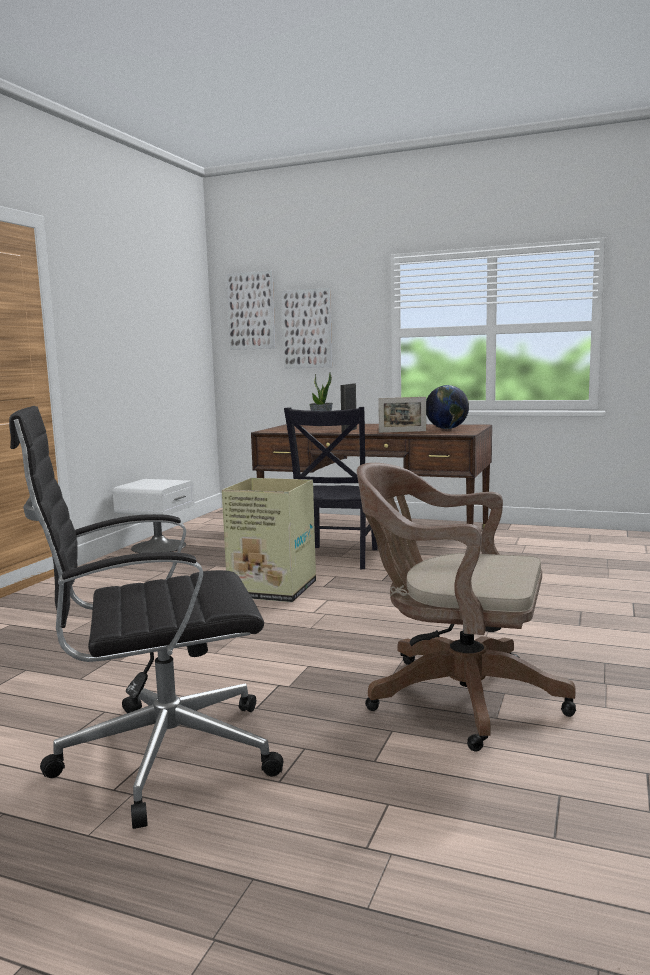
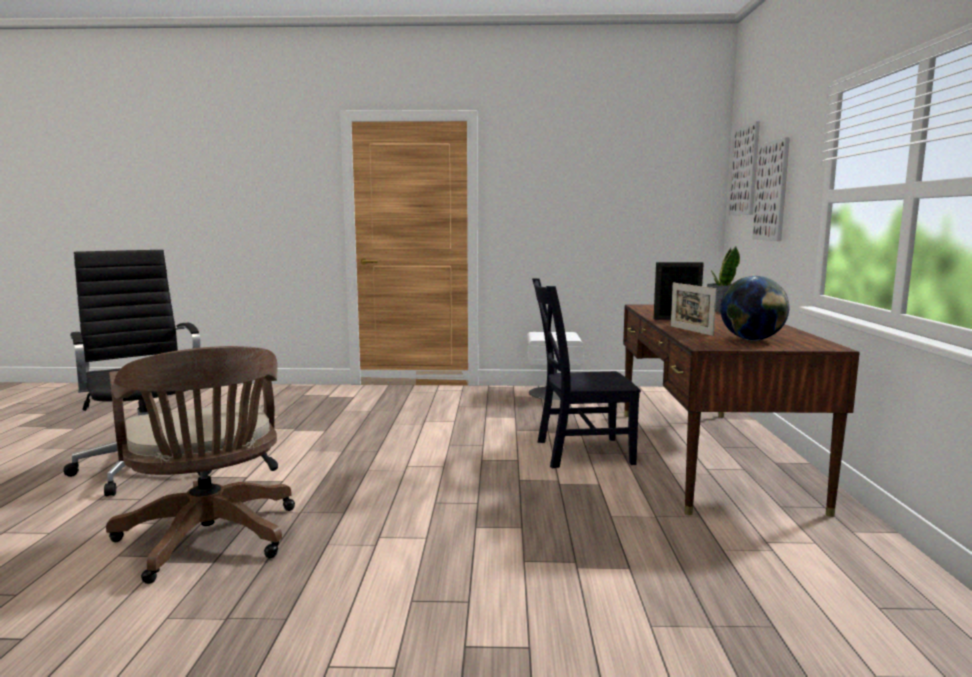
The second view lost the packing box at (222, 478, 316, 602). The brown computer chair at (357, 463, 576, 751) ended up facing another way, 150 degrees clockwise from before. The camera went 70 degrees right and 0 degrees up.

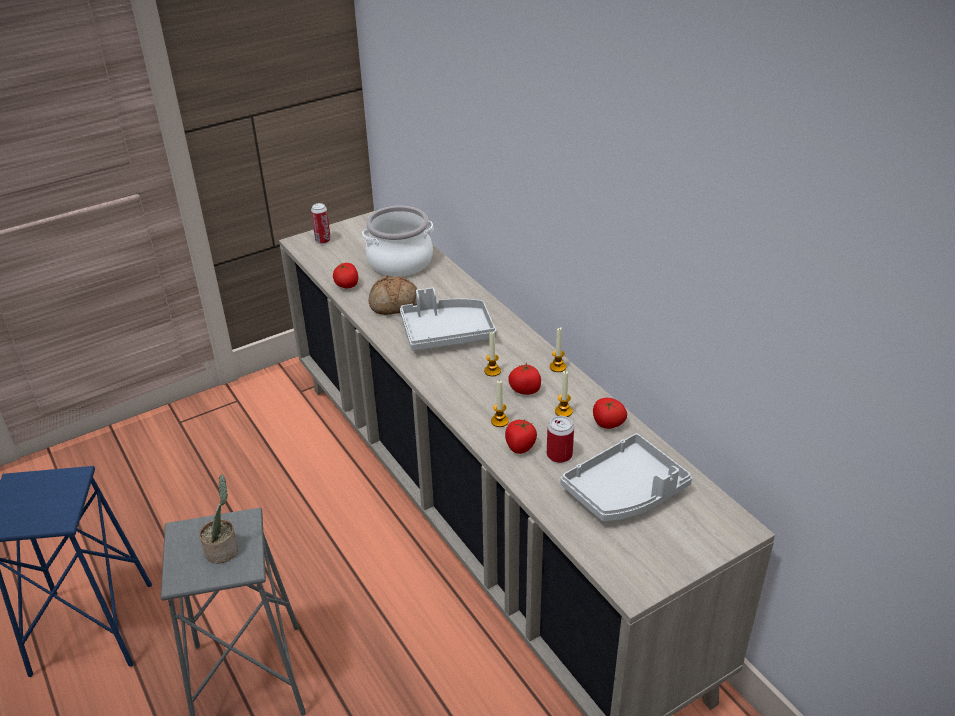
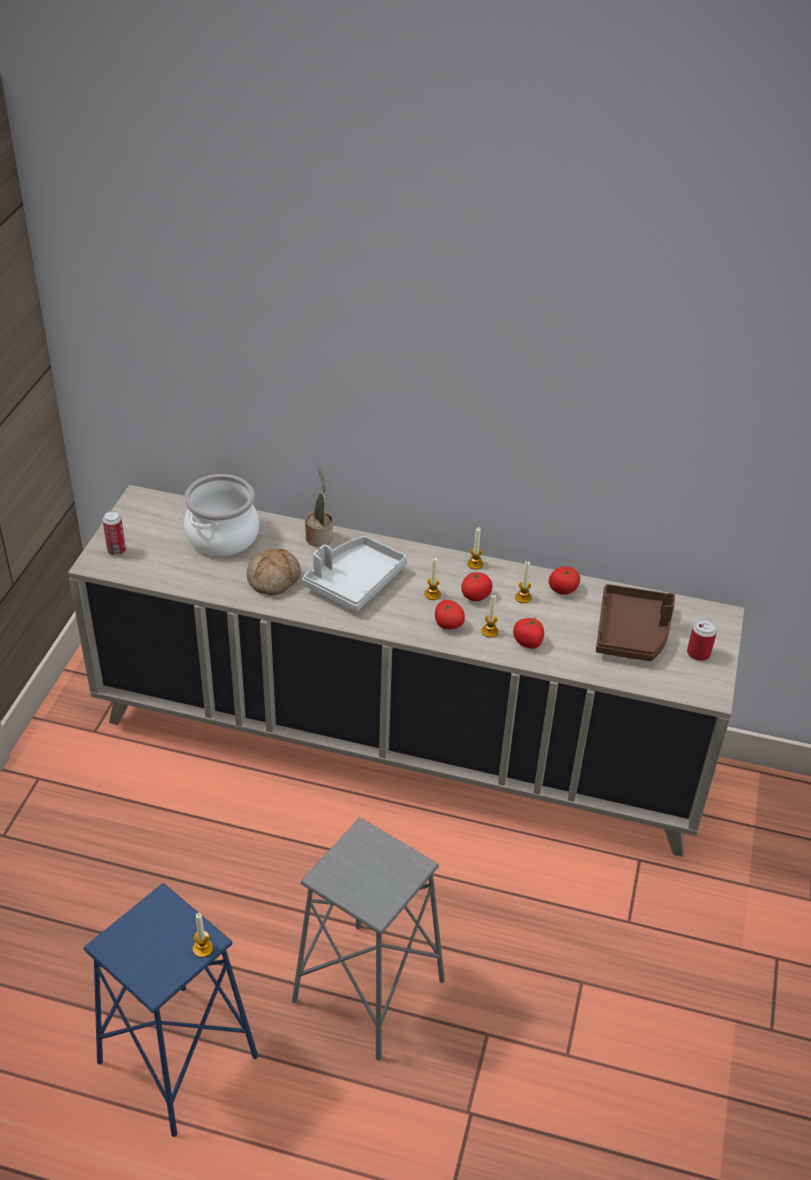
The second view gained the candle at (193, 913, 213, 958). The houseplant ended up elsewhere, having gone from (199, 474, 238, 564) to (305, 468, 333, 547). The fresh tomato ended up elsewhere, having gone from (333, 263, 358, 288) to (435, 600, 465, 629). The sealed can ended up elsewhere, having gone from (547, 416, 574, 463) to (687, 618, 717, 661). What was the gray carrying tray at (561, 433, 692, 522) turned into the brown carrying tray at (596, 584, 675, 661). The camera went 45 degrees left and 5 degrees up.

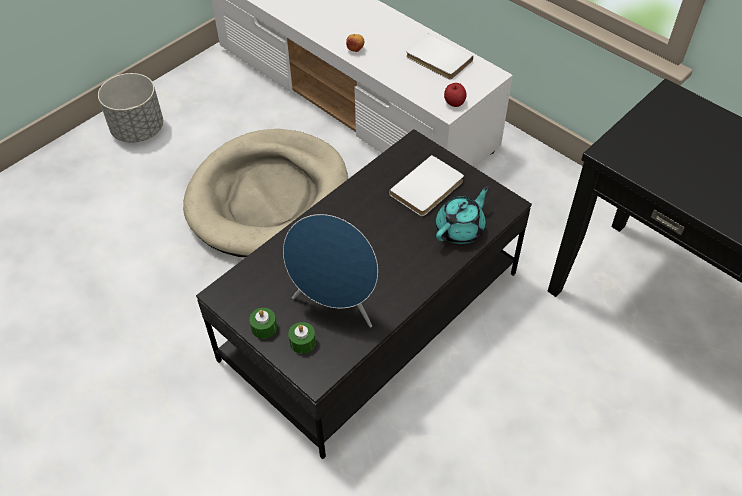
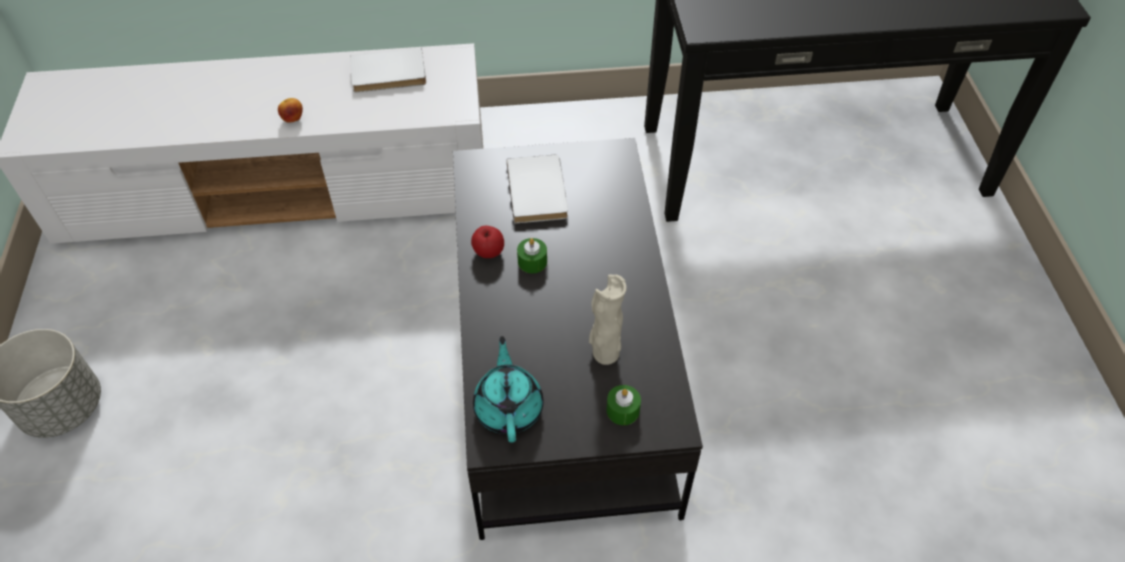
The second view lost the beige-coloured dog cushion at (183, 129, 347, 257). The greenish candle ended up elsewhere, having gone from (249, 308, 277, 339) to (517, 238, 547, 273). The blue-green tea pot ended up elsewhere, having gone from (436, 186, 489, 244) to (473, 336, 543, 442). The apple ended up elsewhere, having gone from (444, 83, 467, 107) to (471, 226, 504, 258). Where the blue audio speaker stood at (283, 214, 378, 327), the beige-coloured flower vase came to stand at (589, 275, 627, 365). The camera went 50 degrees left and 0 degrees up.

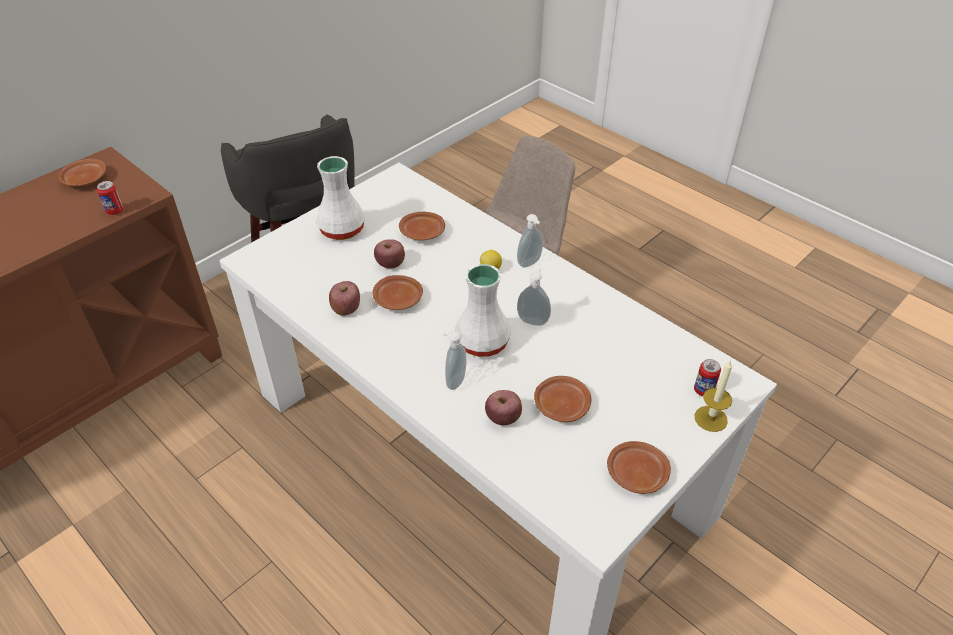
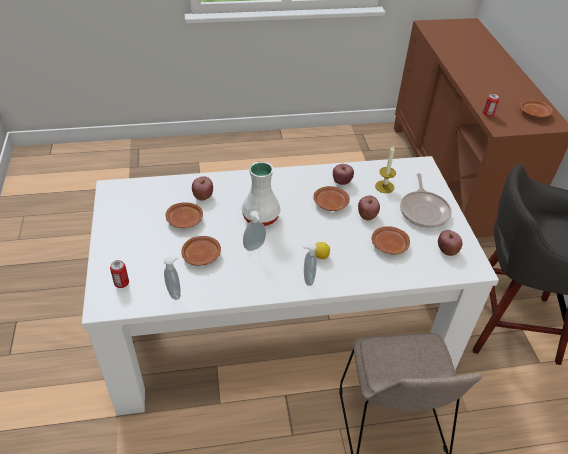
The second view gained the apple at (438, 230, 462, 256). The liquid soap bottle ended up elsewhere, having gone from (443, 331, 467, 390) to (164, 256, 181, 300). The brown flat dish ended up elsewhere, having gone from (607, 441, 671, 494) to (181, 236, 221, 266). The candle ended up elsewhere, having gone from (694, 359, 732, 432) to (375, 146, 396, 193). Where the whitish flower vase stood at (316, 156, 365, 240), the pan came to stand at (400, 173, 452, 228). The camera went 125 degrees right and 0 degrees up.

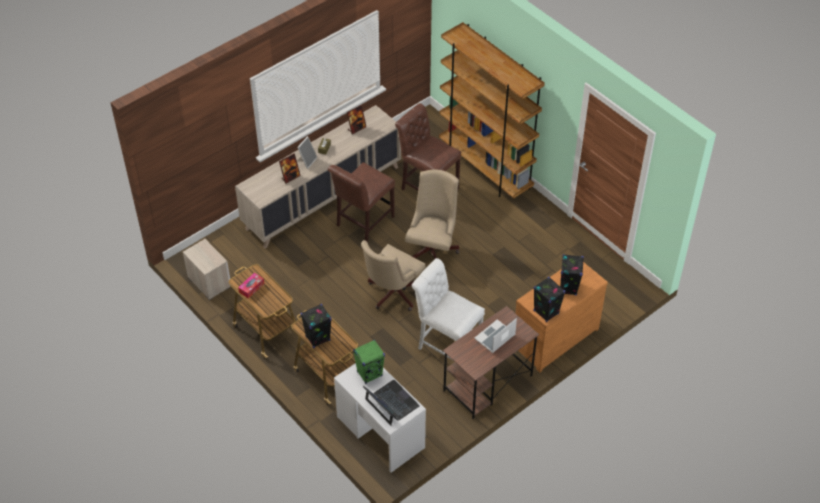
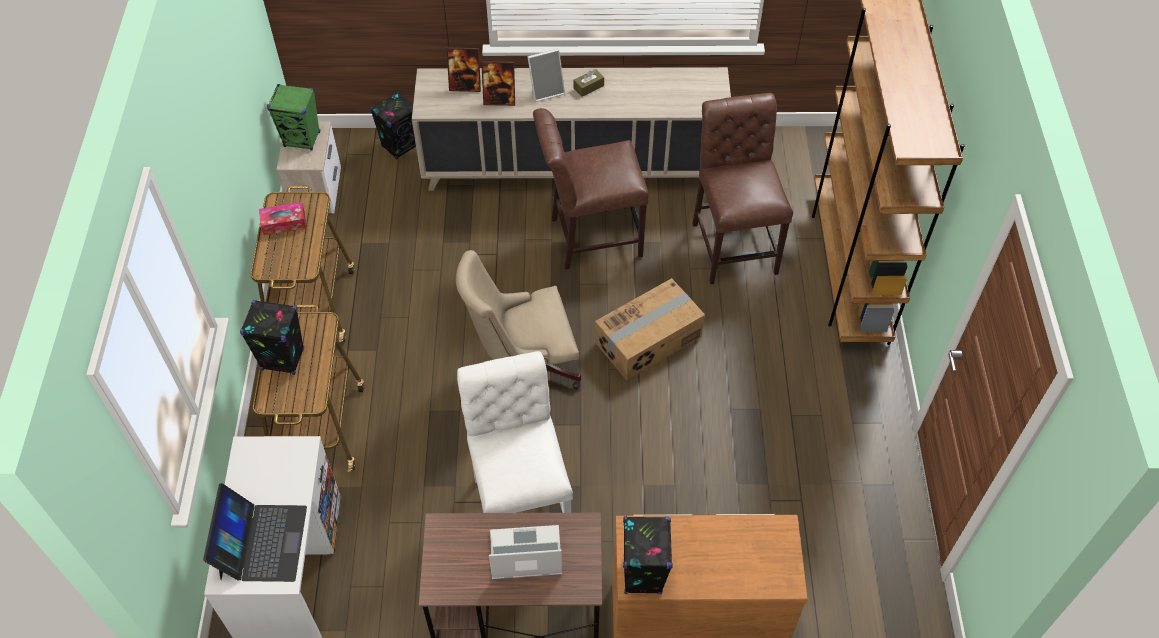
The standing frame ended up elsewhere, having gone from (347, 105, 366, 135) to (446, 47, 481, 92). The greenish audio speaker ended up elsewhere, having gone from (353, 340, 385, 384) to (267, 84, 320, 150). The black audio speaker ended up elsewhere, having gone from (560, 254, 584, 295) to (370, 91, 416, 160). Where the beige-coloured computer chair stood at (405, 170, 459, 259), the packing box came to stand at (595, 278, 705, 380). The camera went 40 degrees right and 5 degrees up.

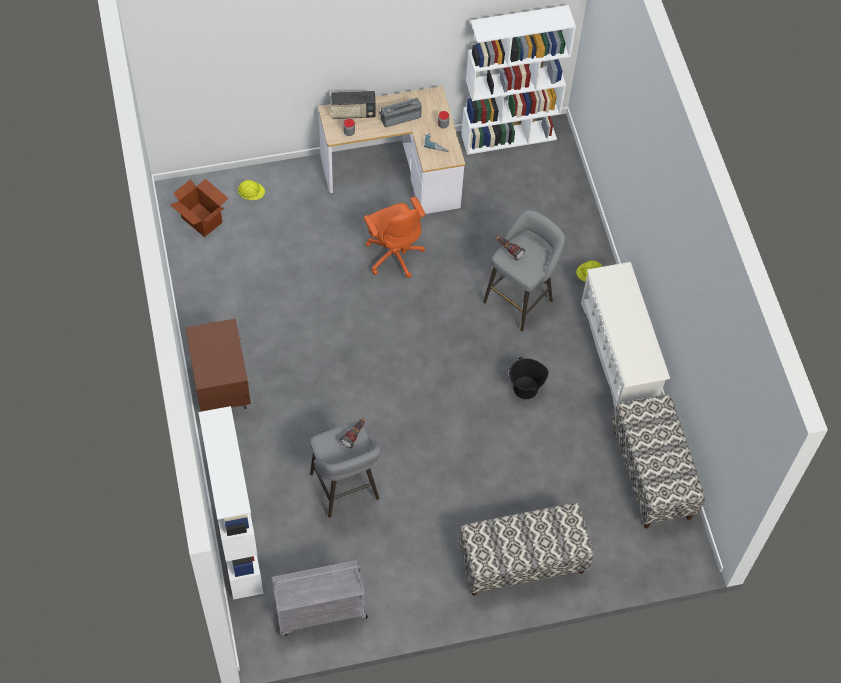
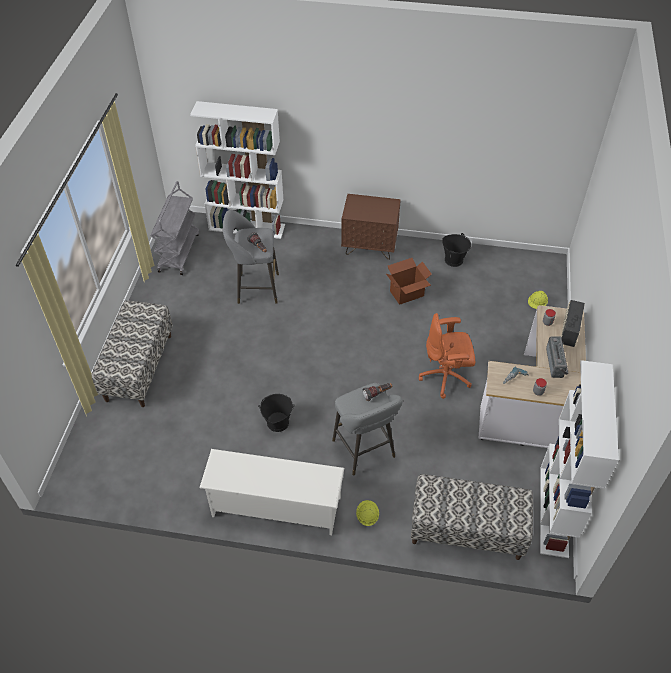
The second view gained the black pail at (442, 233, 471, 267). The packing box ended up elsewhere, having gone from (170, 179, 229, 237) to (386, 258, 432, 305). The indoor bench ended up elsewhere, having gone from (612, 394, 705, 529) to (411, 474, 533, 560). The camera went 115 degrees right and 10 degrees down.

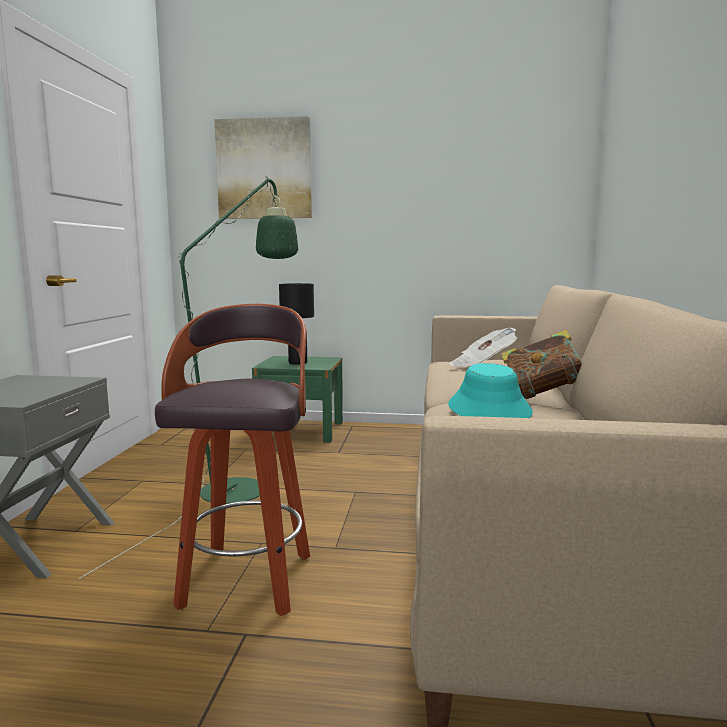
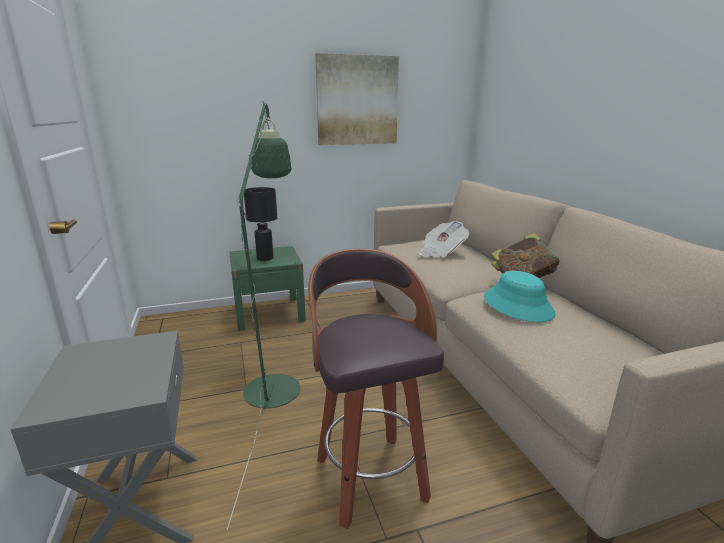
The wall picture ended up elsewhere, having gone from (215, 116, 312, 219) to (315, 53, 399, 145). The camera went 25 degrees left and 10 degrees up.

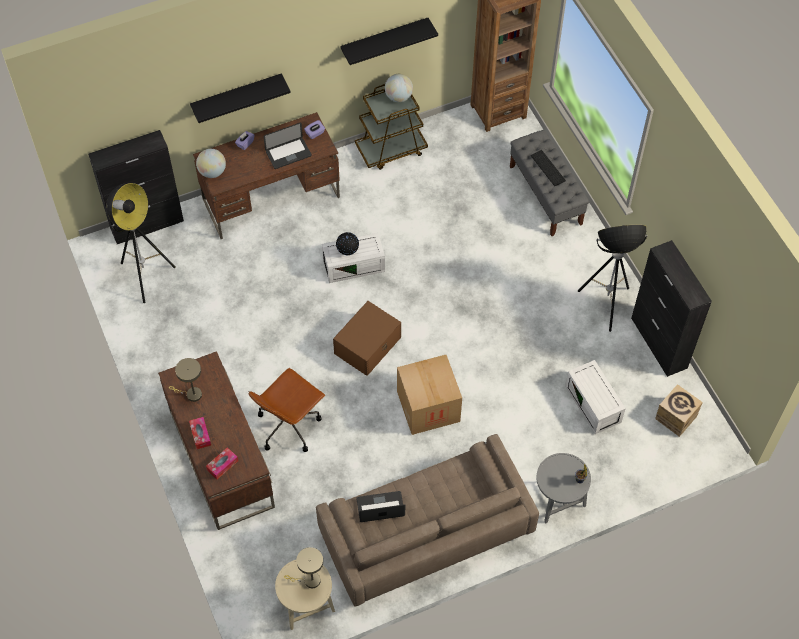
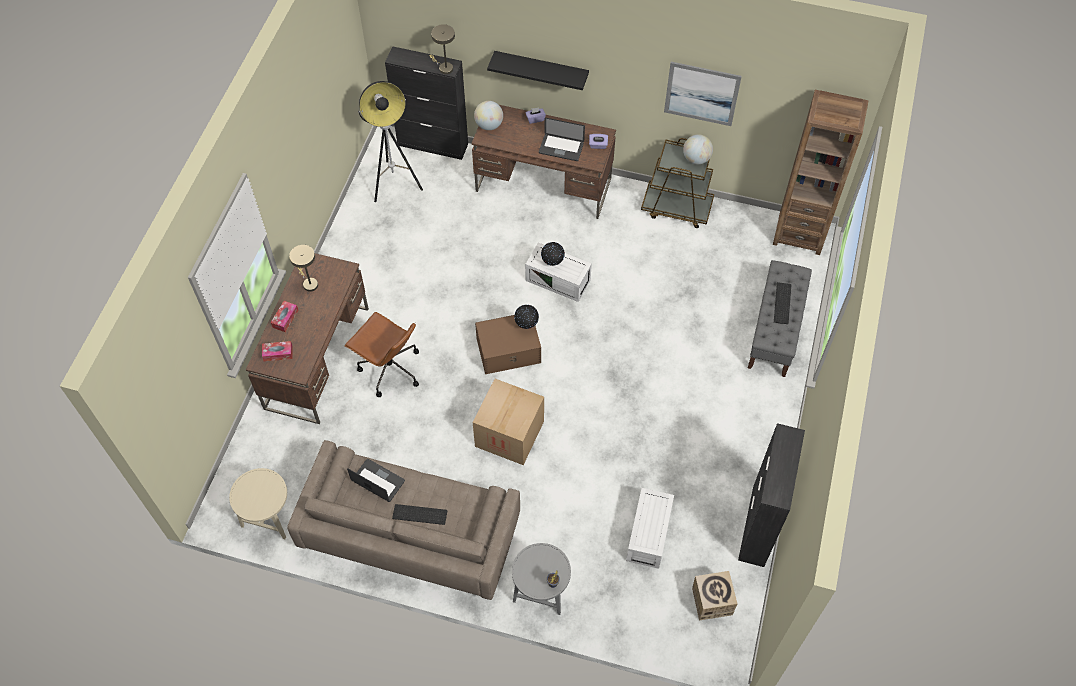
The second view lost the standard lamp at (578, 225, 647, 332). The second view gained the computer keyboard at (392, 504, 447, 525). The second view gained the globe at (514, 305, 539, 329). The beige-coloured lamp for a table ended up elsewhere, having gone from (284, 547, 323, 588) to (429, 24, 455, 74). Where the black wall shelf hung at (340, 18, 438, 65), the wall picture came to hang at (664, 62, 742, 126). The brown computer chair at (249, 368, 325, 452) ended up facing another way, 135 degrees counterclockwise from before. The camera went 40 degrees right and 0 degrees up.

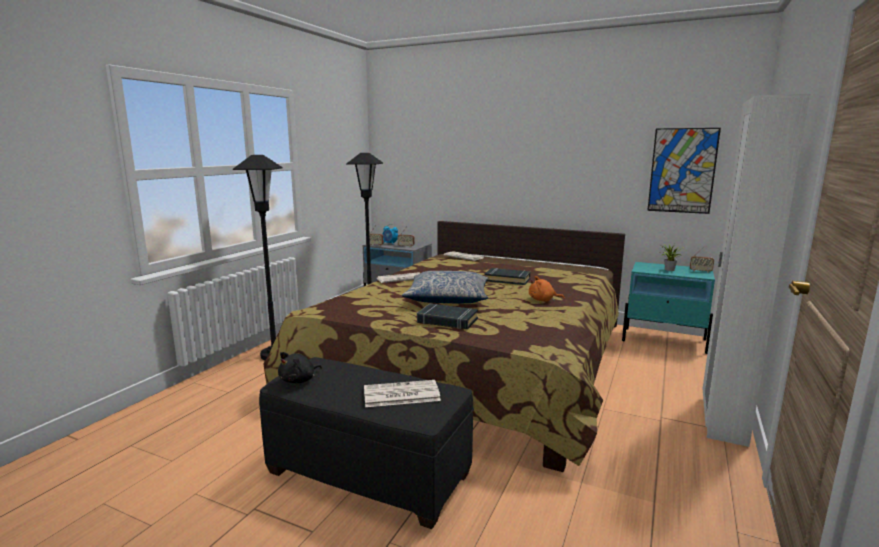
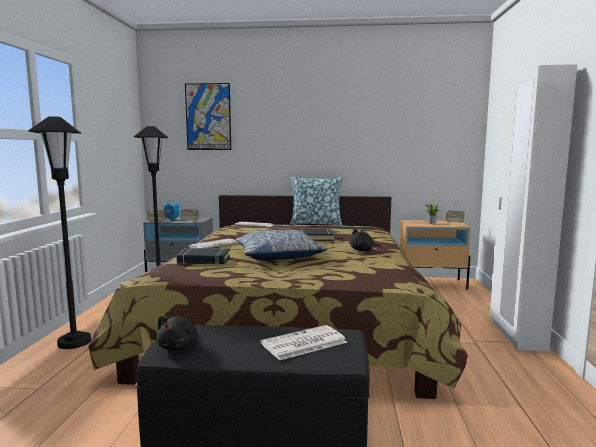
The second view gained the throw pillow at (290, 177, 343, 226). The black volume ended up elsewhere, having gone from (417, 304, 478, 329) to (176, 248, 230, 264). The wall picture ended up elsewhere, having gone from (647, 128, 721, 214) to (185, 83, 231, 150). What was the orangey plush toy at (529, 276, 565, 301) turned into the black plush toy at (350, 229, 381, 251). What was the blue-green bedside table at (622, 262, 715, 354) turned into the beige-coloured bedside table at (399, 220, 471, 290). The camera went 20 degrees left and 5 degrees down.

